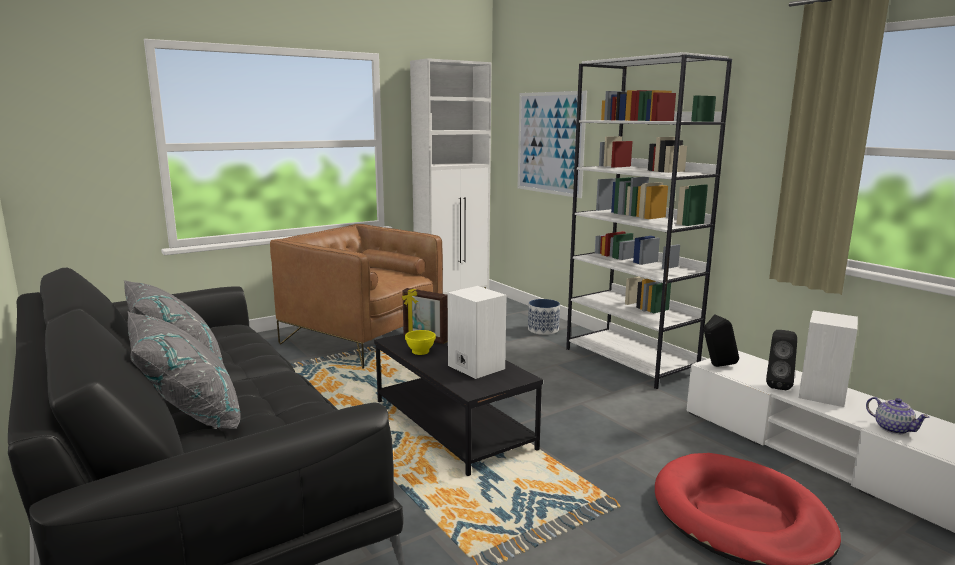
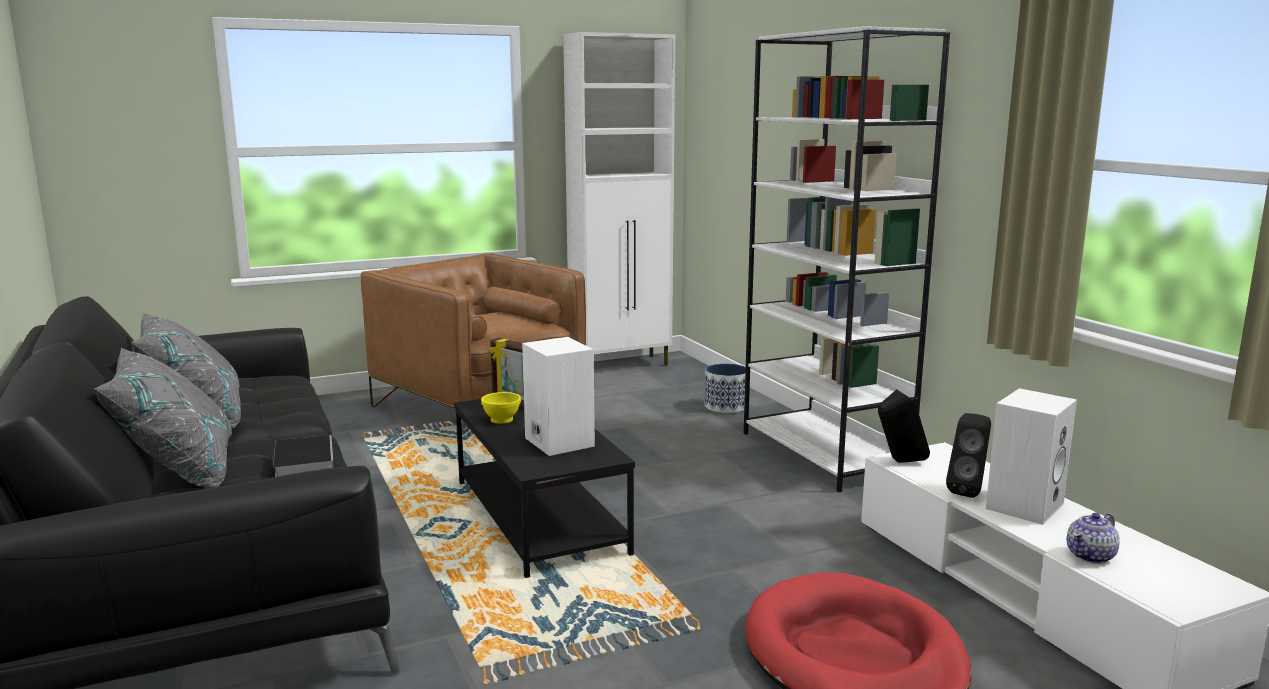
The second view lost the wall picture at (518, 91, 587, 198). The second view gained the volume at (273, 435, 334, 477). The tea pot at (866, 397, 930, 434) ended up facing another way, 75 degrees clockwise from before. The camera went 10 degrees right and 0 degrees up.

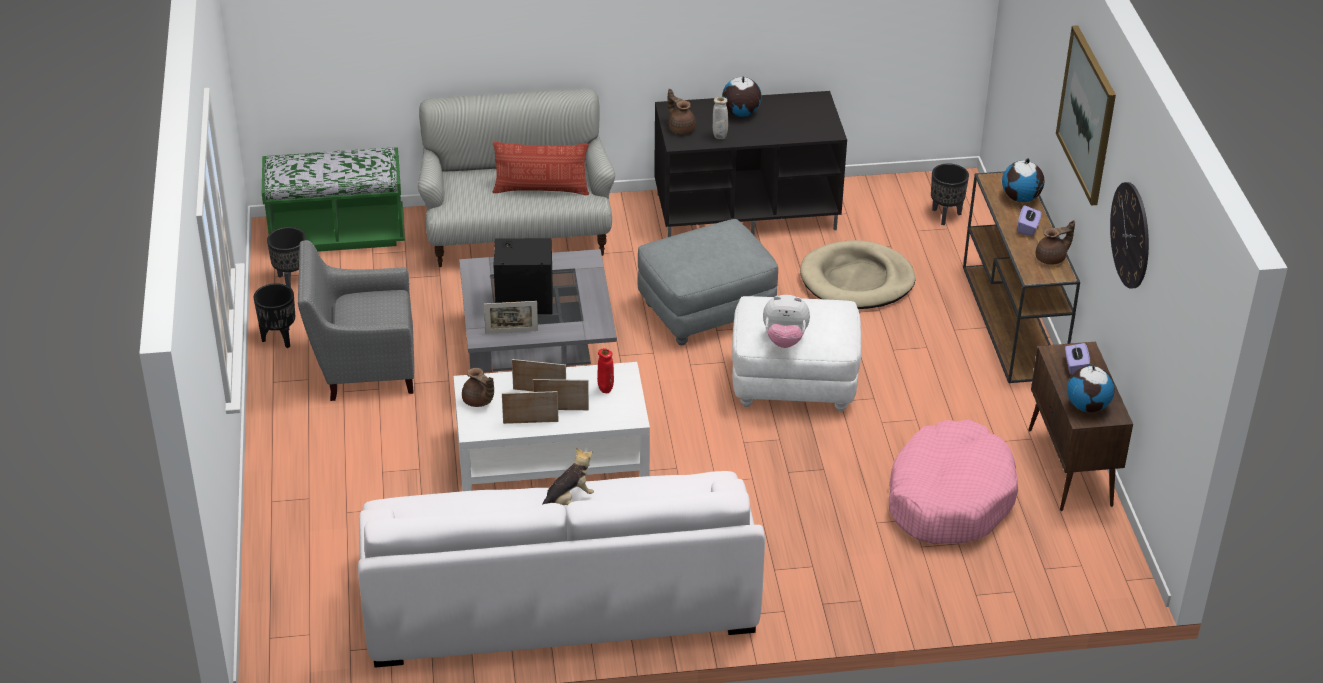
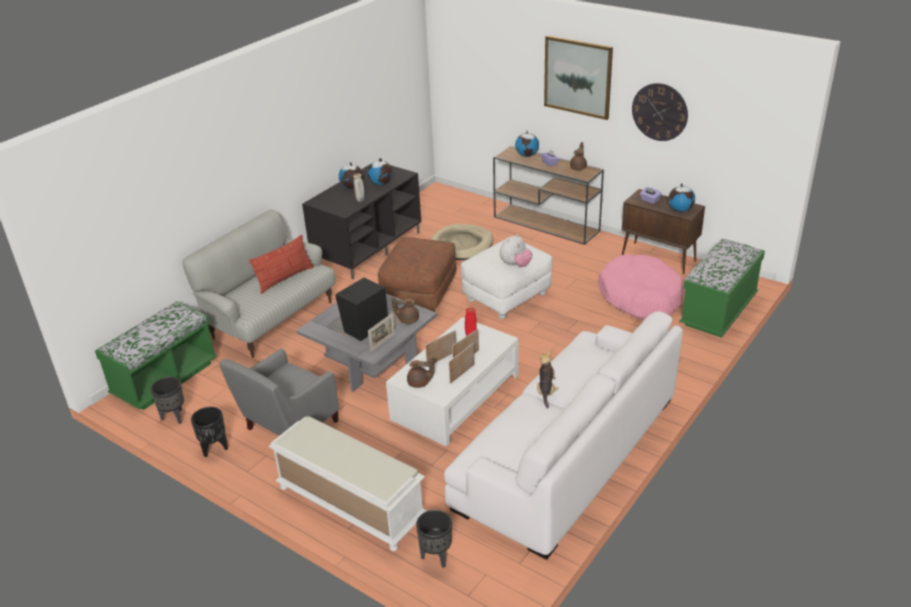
The second view gained the whitish indoor bench at (269, 416, 427, 551). The second view gained the globe at (368, 158, 392, 185). The second view gained the greenish indoor bench at (679, 239, 765, 338). The brown tea pot ended up elsewhere, having gone from (667, 89, 696, 134) to (392, 297, 419, 324). The black flower pot ended up elsewhere, having gone from (931, 163, 969, 225) to (416, 510, 452, 568). What was the gray footrest at (638, 219, 778, 345) turned into the brown footrest at (378, 237, 456, 312). The camera went 45 degrees left and 5 degrees down.

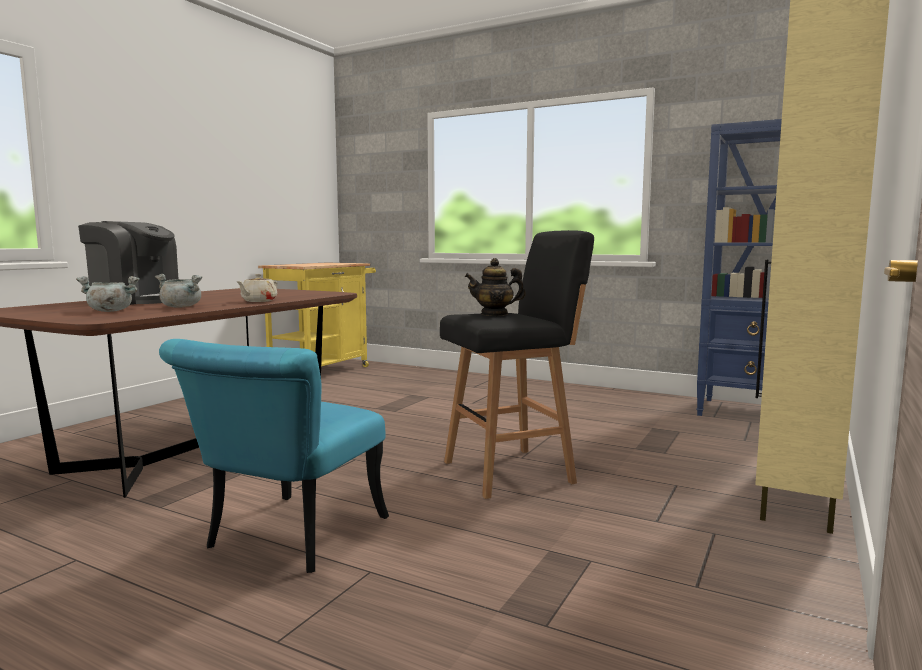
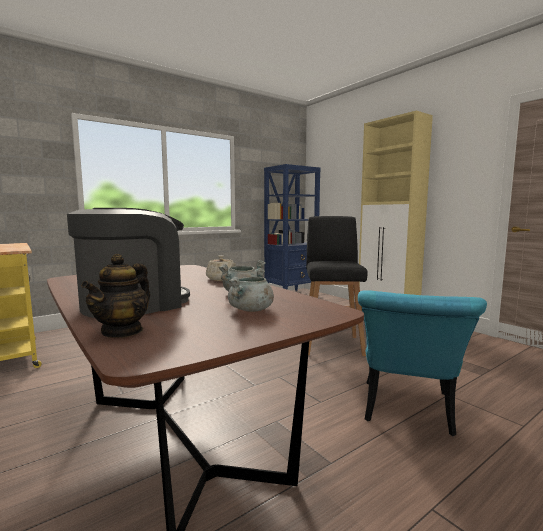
The tea pot ended up elsewhere, having gone from (465, 258, 526, 316) to (81, 254, 150, 338). The blue-green chair at (159, 339, 389, 573) ended up facing another way, 60 degrees clockwise from before. The camera went 65 degrees left and 0 degrees up.

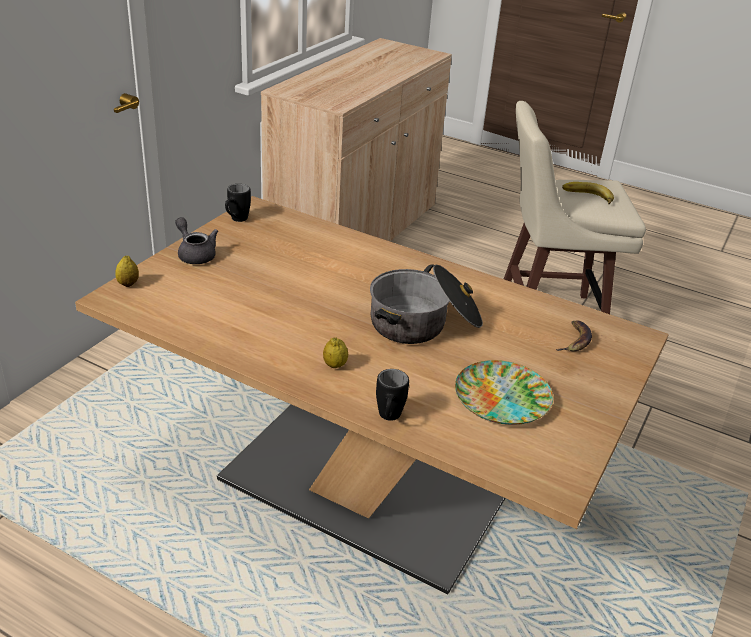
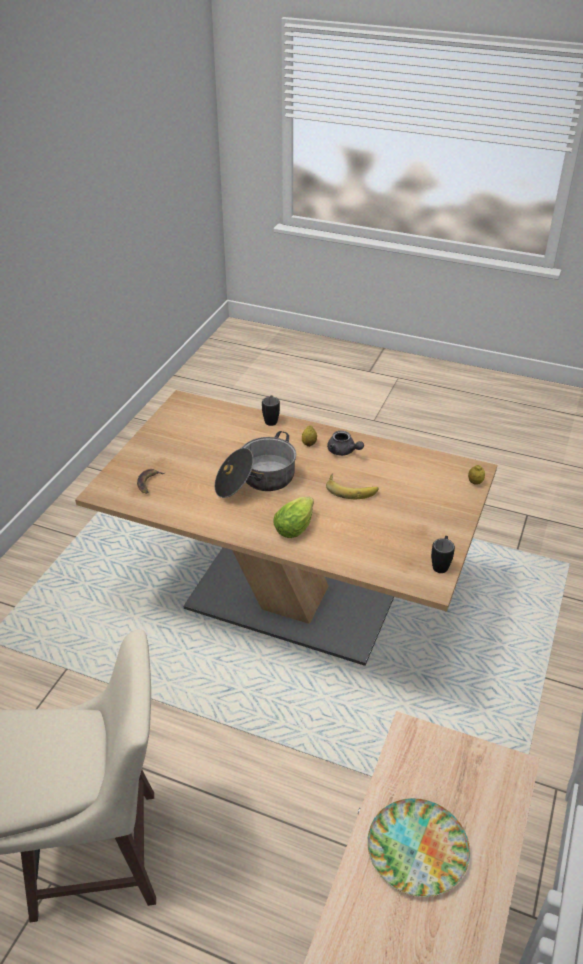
The second view gained the lettuce at (273, 497, 314, 538). The gray tea pot ended up elsewhere, having gone from (175, 217, 218, 264) to (327, 431, 364, 456). The flat dish ended up elsewhere, having gone from (455, 360, 553, 425) to (367, 798, 470, 897). The banana fruit ended up elsewhere, having gone from (562, 182, 614, 204) to (326, 474, 378, 500). The camera went 175 degrees right and 5 degrees up.

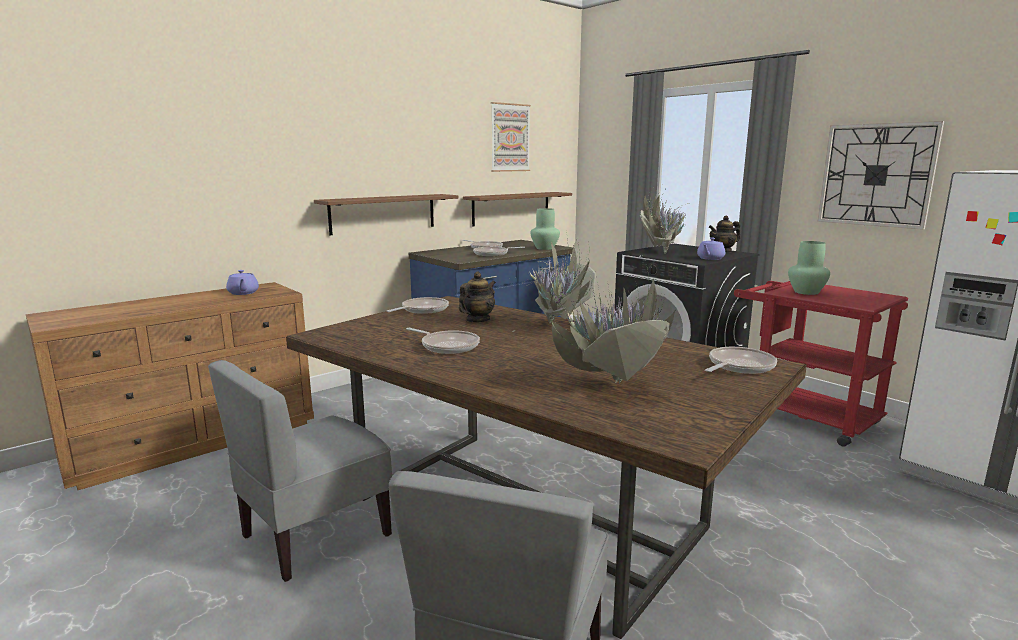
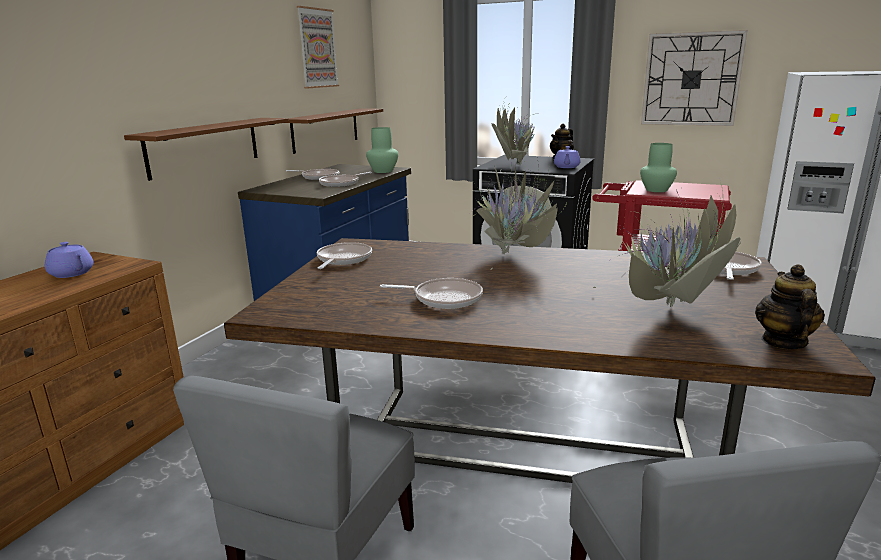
The tea pot ended up elsewhere, having gone from (459, 272, 496, 322) to (755, 264, 825, 349). The camera went 25 degrees left and 5 degrees up.

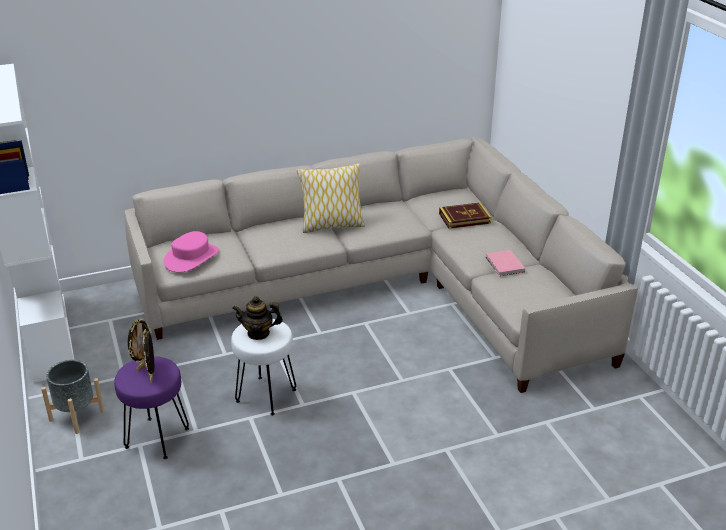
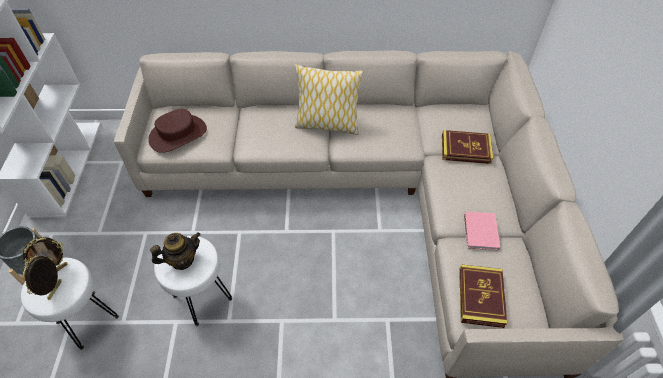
The second view gained the volume at (459, 264, 507, 328). What was the purple sitting stool at (114, 356, 189, 459) turned into the whitish sitting stool at (21, 258, 119, 350). What was the pinkish hat at (163, 231, 219, 273) turned into the brown hat at (148, 109, 207, 153). The tea pot at (232, 296, 283, 340) ended up facing another way, 135 degrees clockwise from before. The camera went 20 degrees right and 20 degrees up.

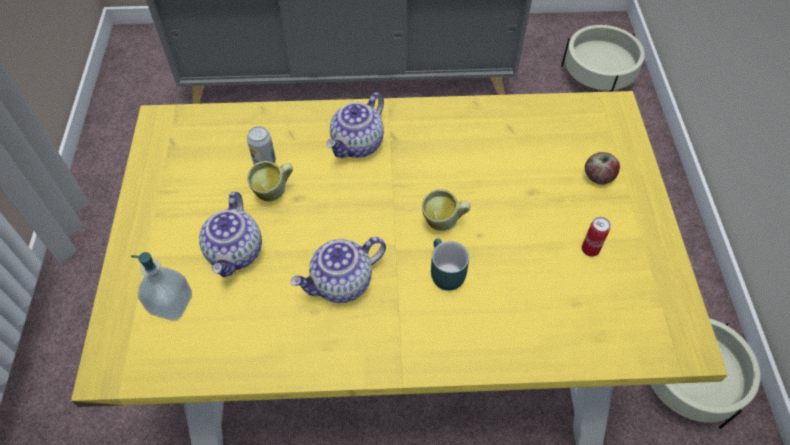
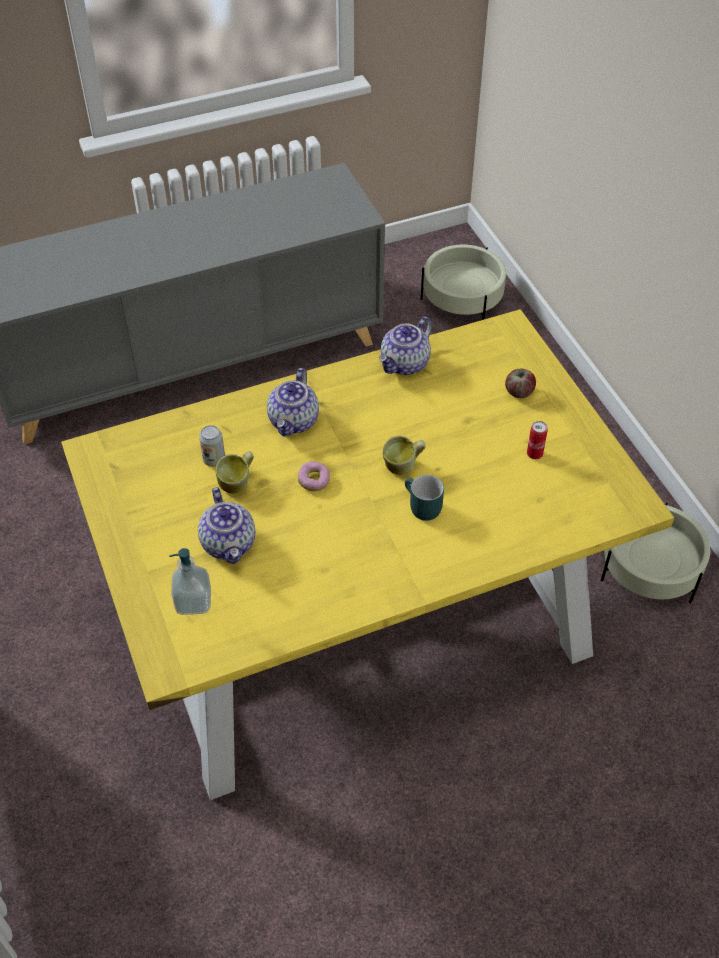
The second view gained the donut at (298, 461, 330, 491). The tea pot ended up elsewhere, having gone from (290, 237, 386, 303) to (379, 317, 432, 375). The camera went 20 degrees left and 5 degrees down.

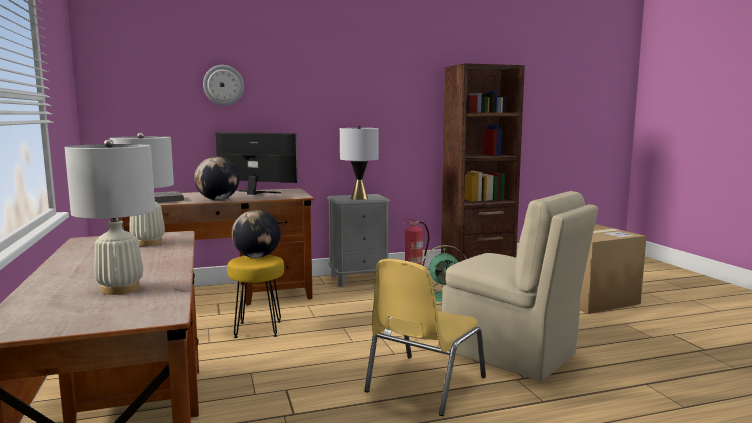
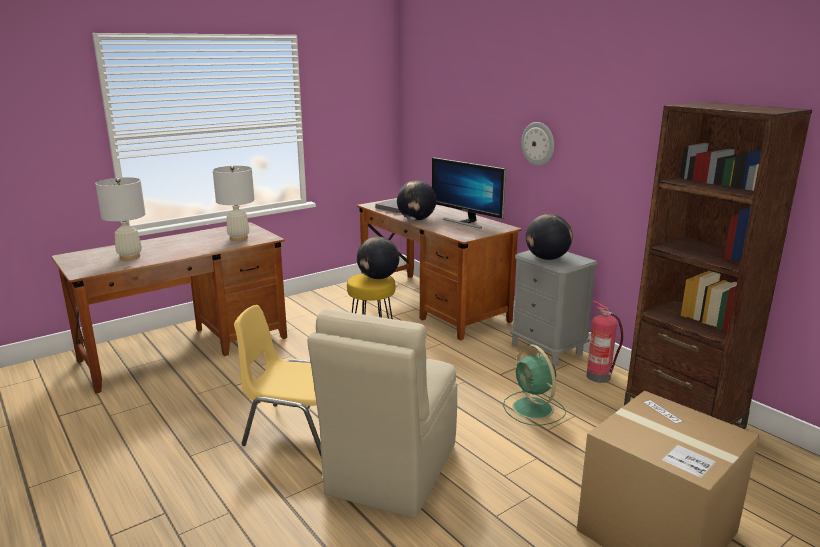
The wall clock ended up elsewhere, having gone from (203, 65, 244, 105) to (521, 122, 554, 166). Where the gray lamp for a table stood at (340, 126, 379, 200), the globe came to stand at (526, 214, 573, 260). The monitor at (216, 132, 298, 195) ended up facing another way, 135 degrees clockwise from before. The camera went 70 degrees right and 10 degrees up.

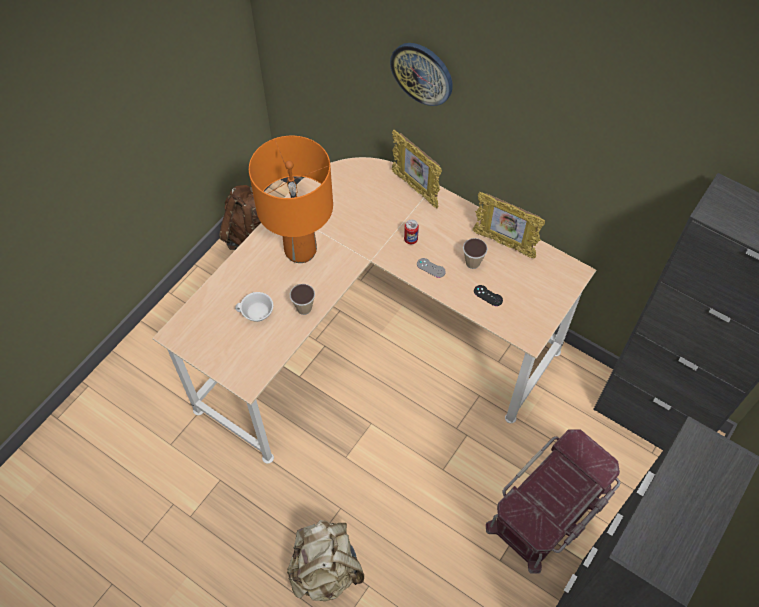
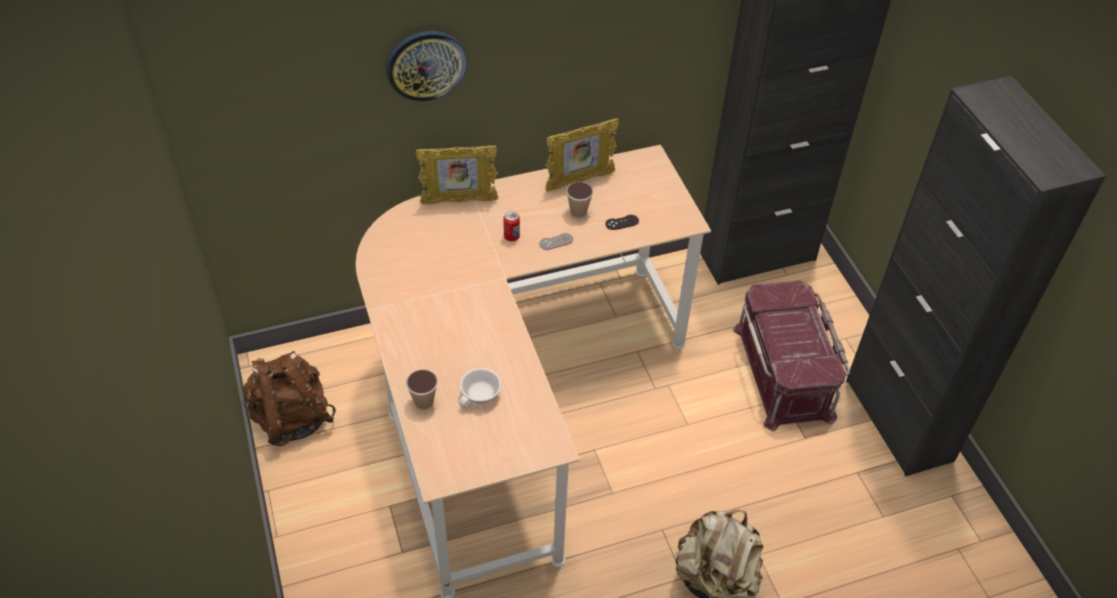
The second view lost the orangey lamp for a table at (249, 136, 333, 263). The drinking cup ended up elsewhere, having gone from (290, 284, 315, 315) to (406, 369, 438, 410). The camera went 55 degrees left and 10 degrees down.

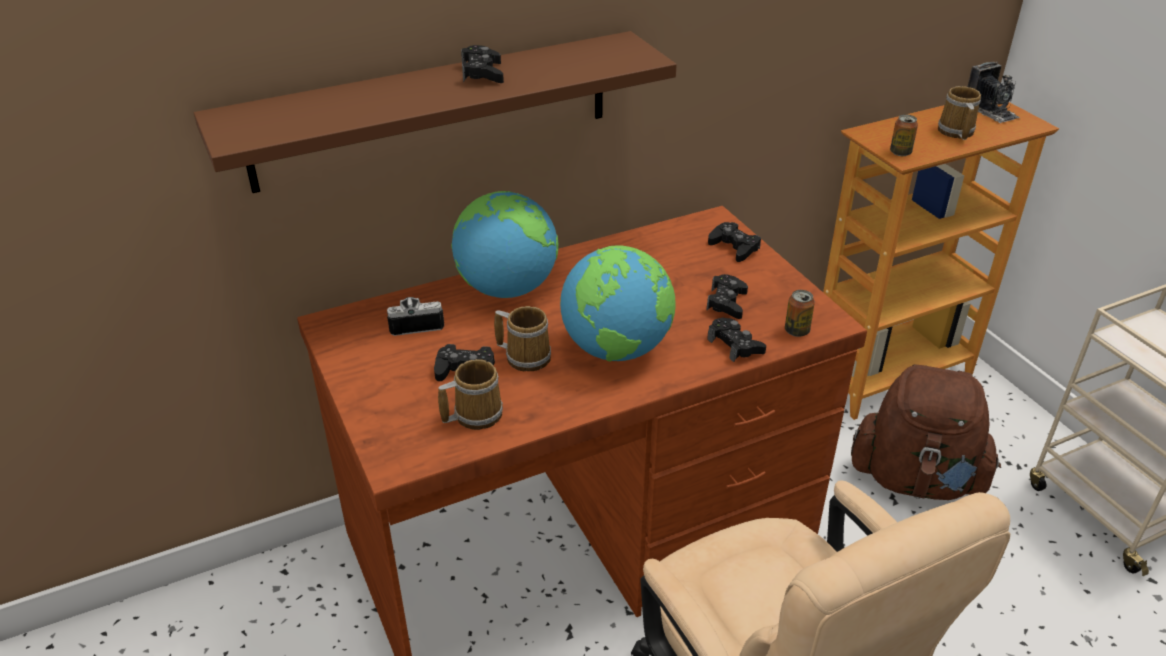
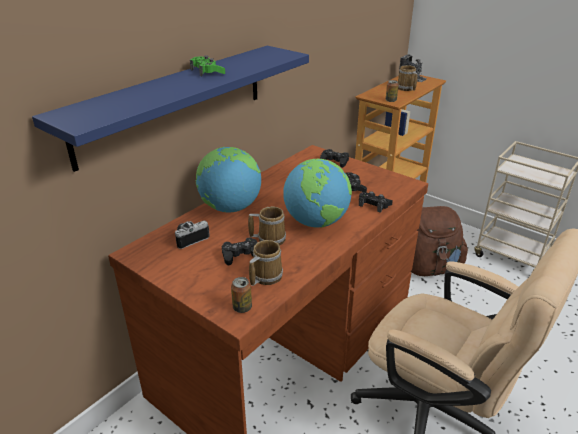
The sealed can ended up elsewhere, having gone from (785, 290, 815, 337) to (231, 277, 252, 313). What was the brown wall shelf at (194, 31, 677, 193) turned into the blue wall shelf at (32, 46, 309, 172). What was the black joypad at (461, 45, 504, 83) turned into the greenish joypad at (190, 55, 225, 77). The camera went 25 degrees left and 5 degrees down.

